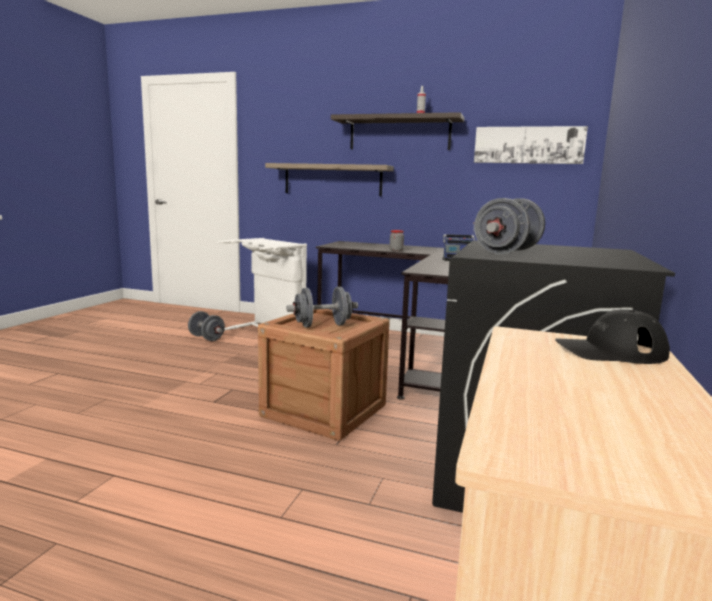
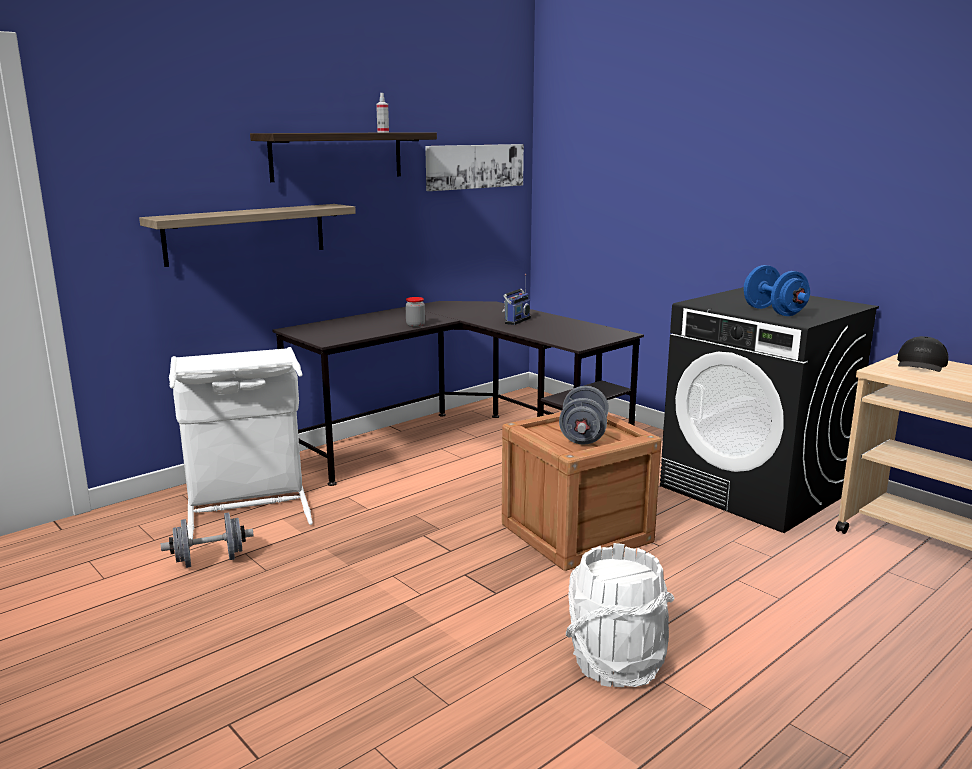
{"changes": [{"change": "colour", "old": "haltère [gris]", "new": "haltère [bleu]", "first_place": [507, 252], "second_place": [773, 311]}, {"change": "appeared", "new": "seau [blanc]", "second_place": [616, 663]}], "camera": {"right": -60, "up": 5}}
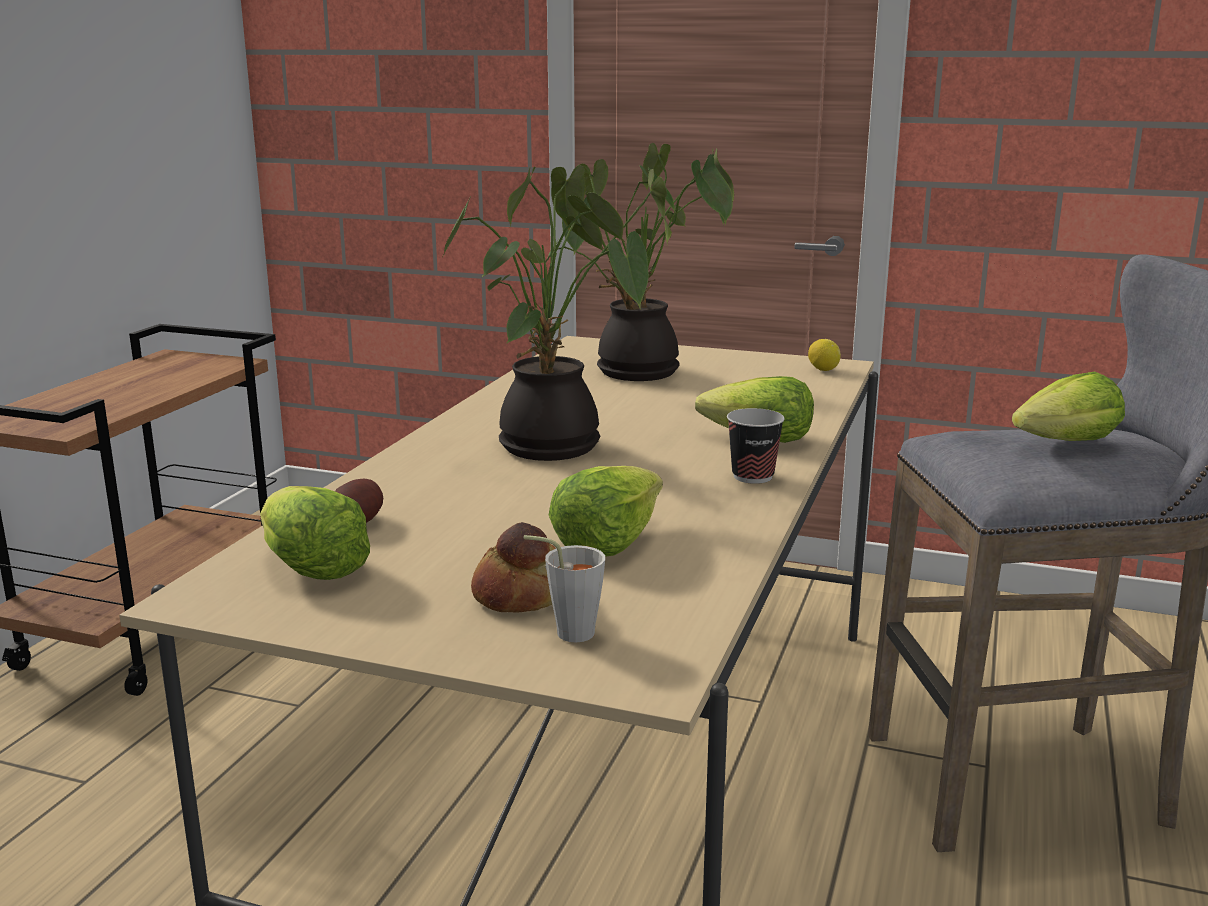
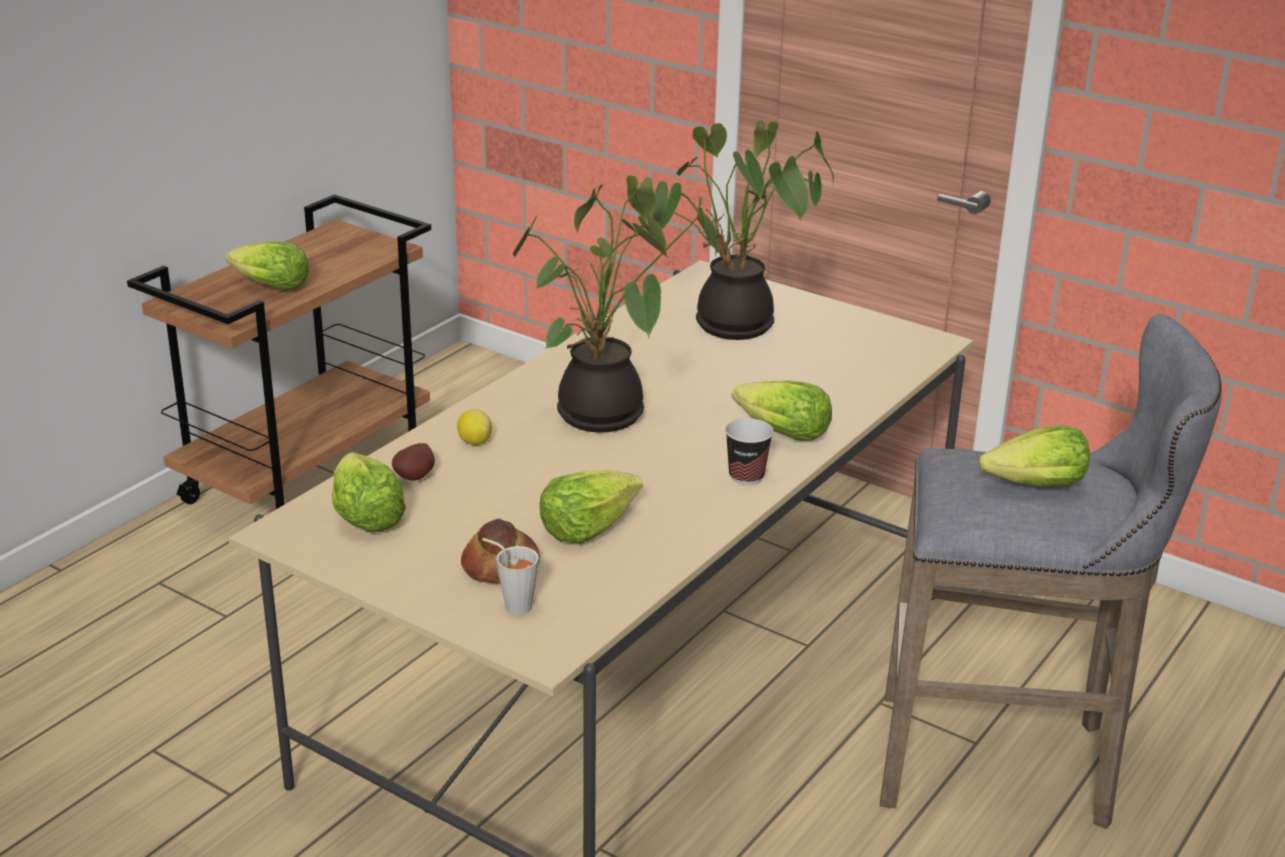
{"changes": [{"change": "relocated", "old": "citron", "first_place": [822, 370], "second_place": [474, 441]}, {"change": "appeared", "new": "laitue", "second_place": [270, 286]}], "camera": {"right": 15, "up": 10}}
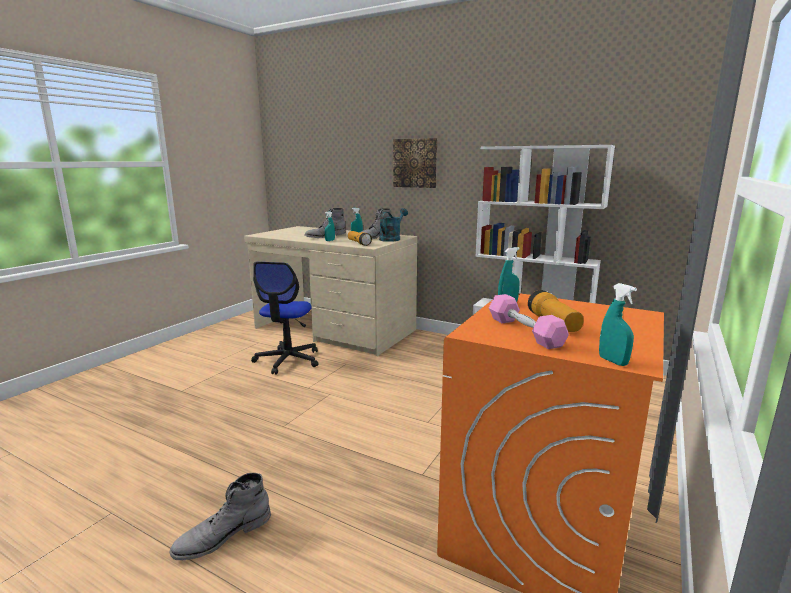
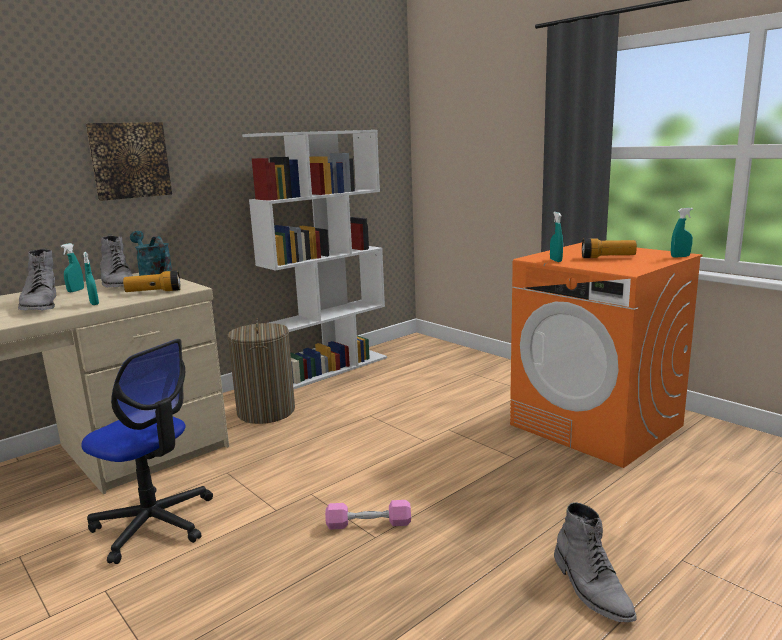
{"changes": [{"change": "relocated", "old": "haltère [rose]", "first_place": [524, 332], "second_place": [368, 524]}, {"change": "appeared", "new": "panier à linge", "second_place": [266, 411]}], "camera": {"right": -70, "up": 0}}
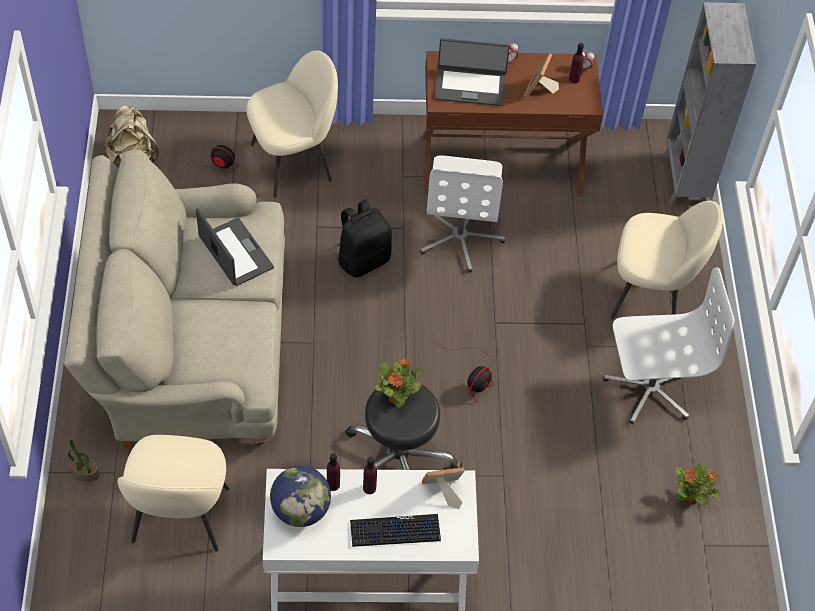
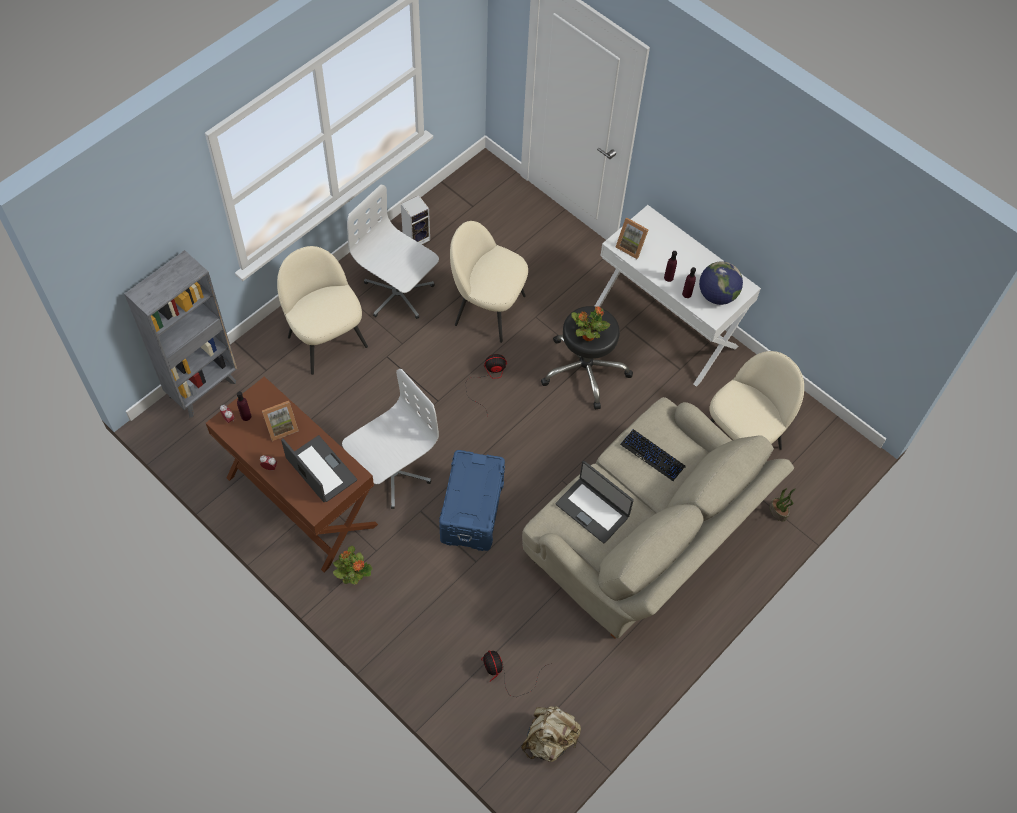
{"changes": [{"change": "relocated", "old": "chaise [beige]", "first_place": [294, 162], "second_place": [488, 309]}, {"change": "exchanged", "old": "sac à dos [noir]", "new": "boîte de rangement [bleu]", "first_place": [363, 259], "second_place": [471, 510]}, {"change": "spun", "old": "ordinateur portable", "first_place": [235, 253], "second_place": [592, 510], "degrees": -60}, {"change": "relocated", "old": "plante en pot", "first_place": [691, 497], "second_place": [354, 576]}, {"change": "relocated", "old": "clavier", "first_place": [395, 531], "second_place": [653, 455]}, {"change": "appeared", "new": "enceinte", "second_place": [417, 237]}], "camera": {"right": -135, "up": 5}}
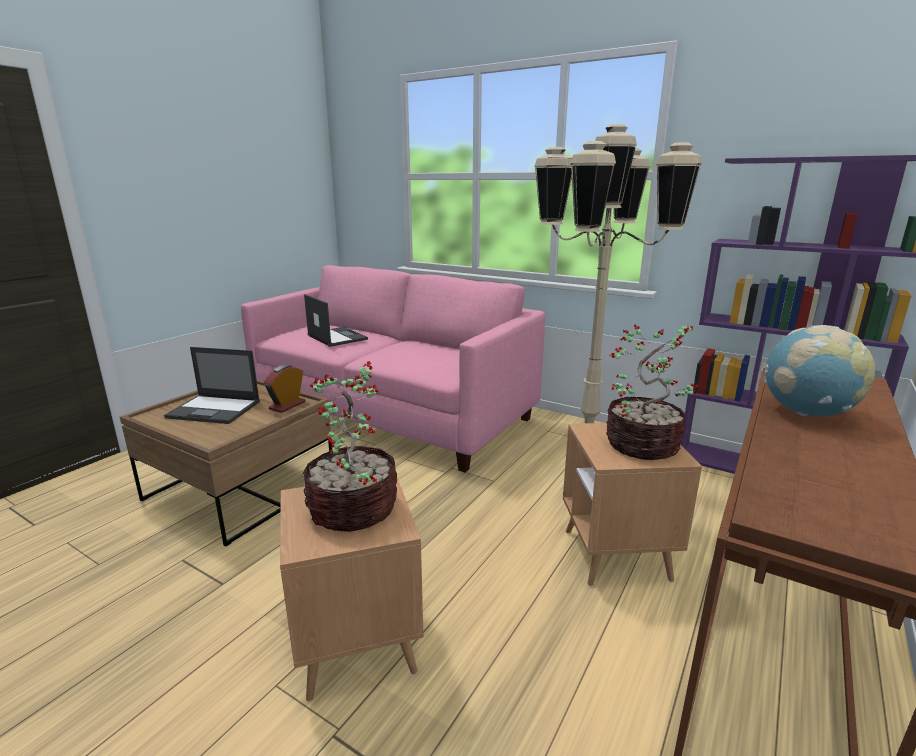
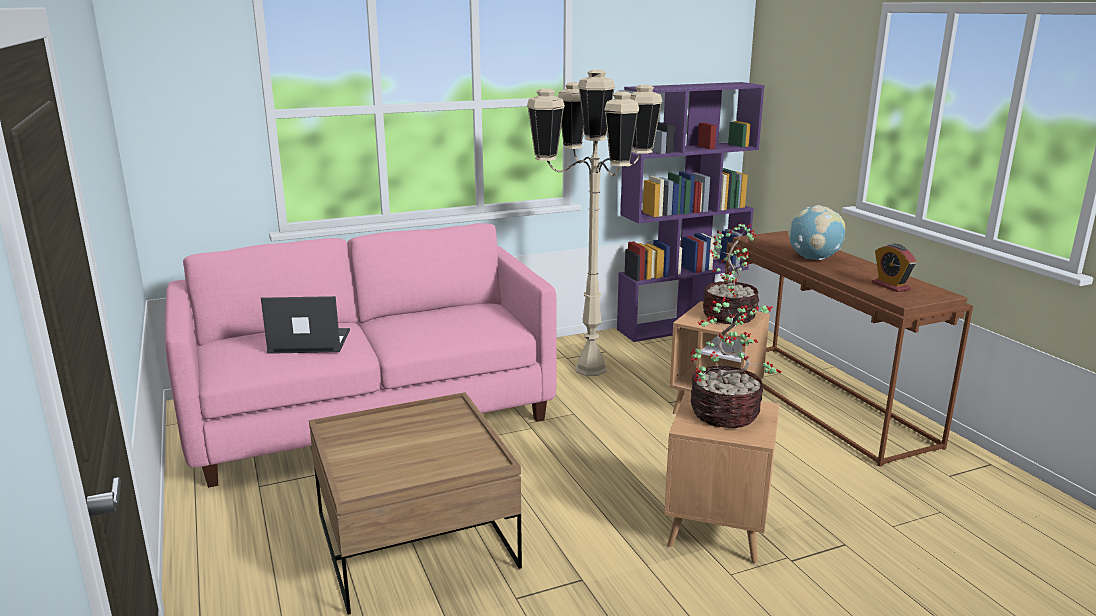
{"changes": [{"change": "missing", "old": "ordinateur portable", "first_place": [215, 409]}, {"change": "relocated", "old": "réveil", "first_place": [287, 405], "second_place": [890, 286]}], "camera": {"right": -55, "up": 0}}
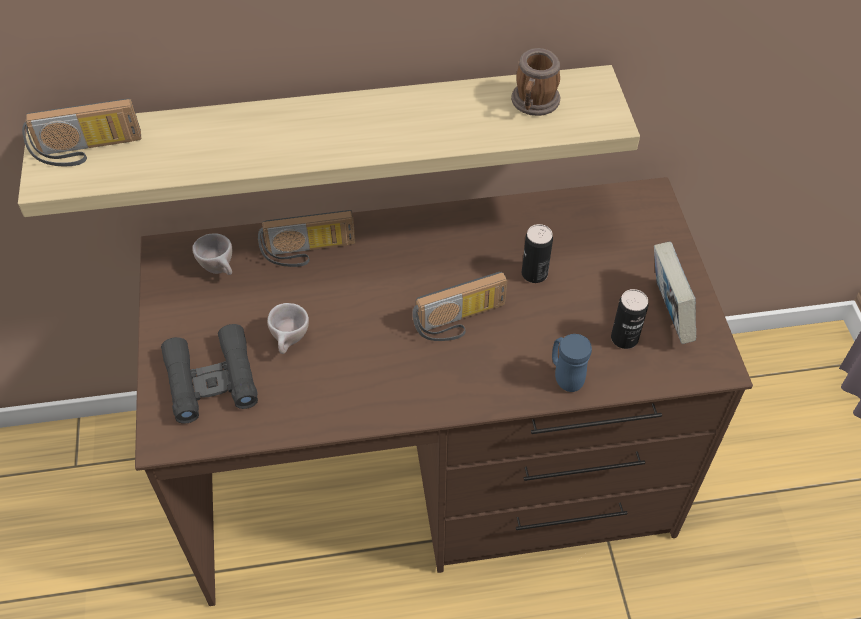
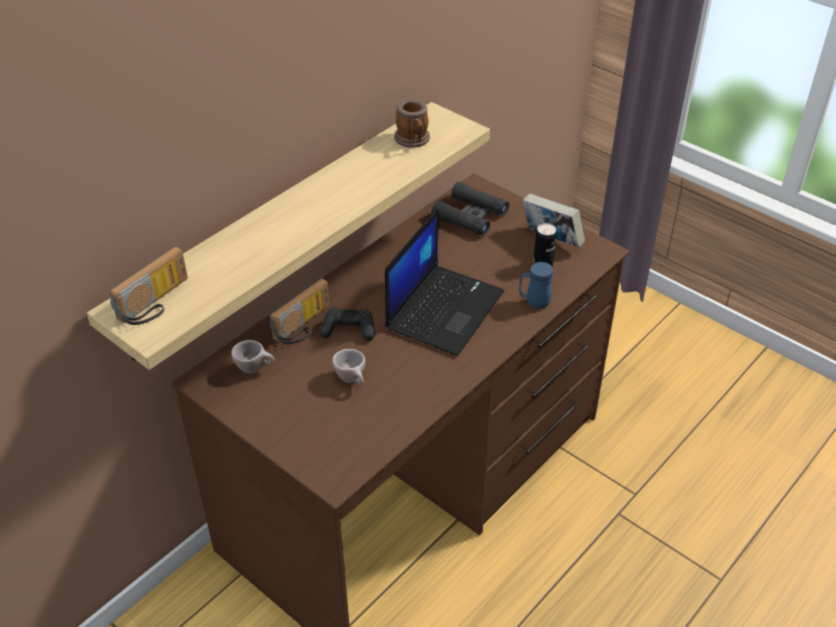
{"changes": [{"change": "missing", "old": "boîte métallique", "first_place": [534, 274]}, {"change": "exchanged", "old": "radio", "new": "ordinateur portable", "first_place": [461, 322], "second_place": [444, 309]}, {"change": "relocated", "old": "jumelles [noir]", "first_place": [211, 380], "second_place": [470, 215]}, {"change": "appeared", "new": "manette [noir]", "second_place": [348, 330]}], "camera": {"right": -40, "up": -10}}
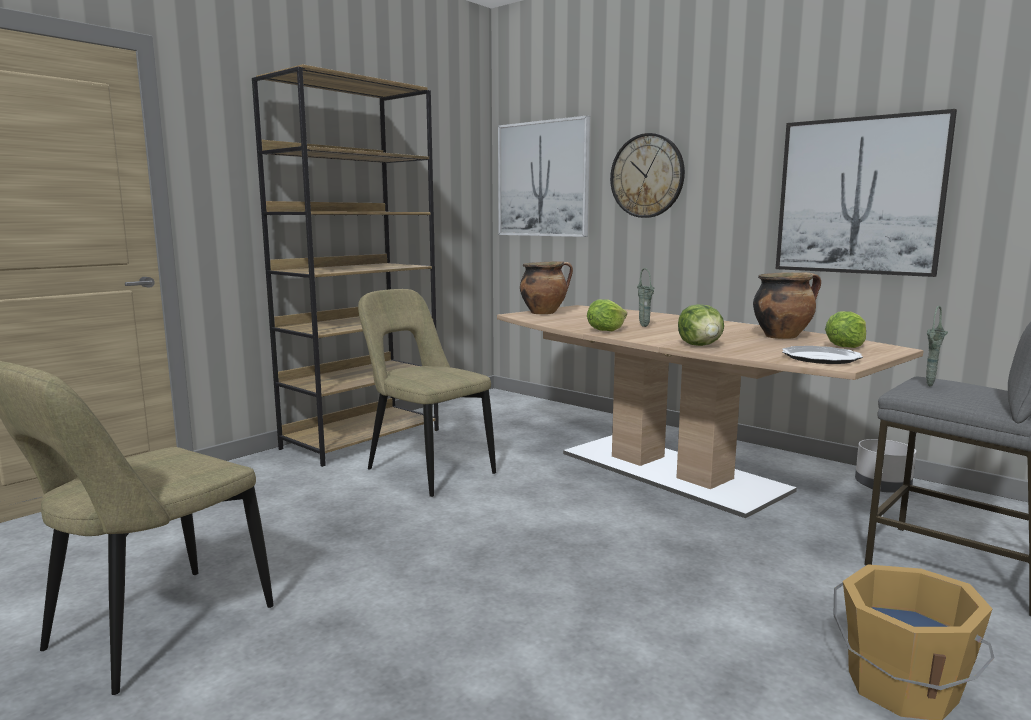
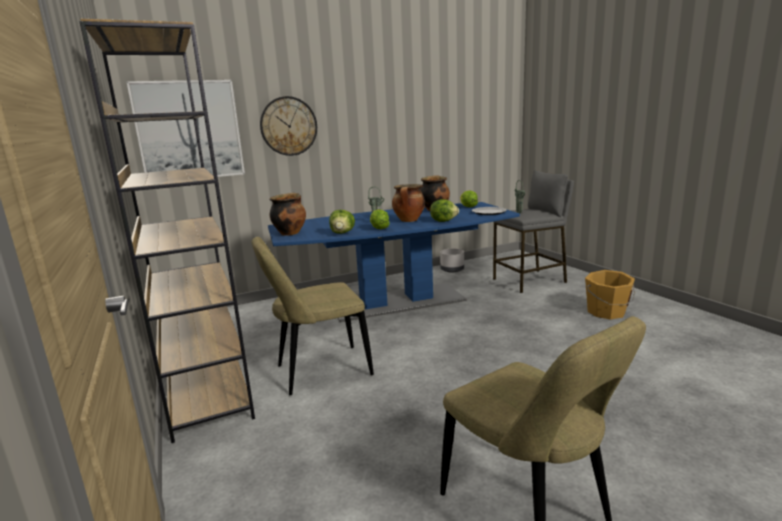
{"changes": [{"change": "missing", "old": "tableau", "first_place": [859, 196]}, {"change": "colour", "old": "table à manger [marron]", "new": "table à manger [bleu]", "first_place": [670, 471], "second_place": [396, 301]}, {"change": "appeared", "new": "marmite", "second_place": [409, 220]}, {"change": "appeared", "new": "laitue", "second_place": [342, 233]}], "camera": {"right": -65, "up": 5}}
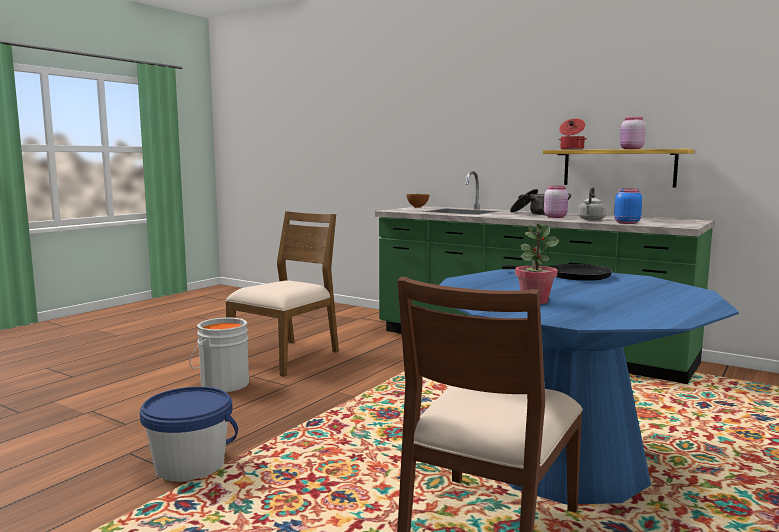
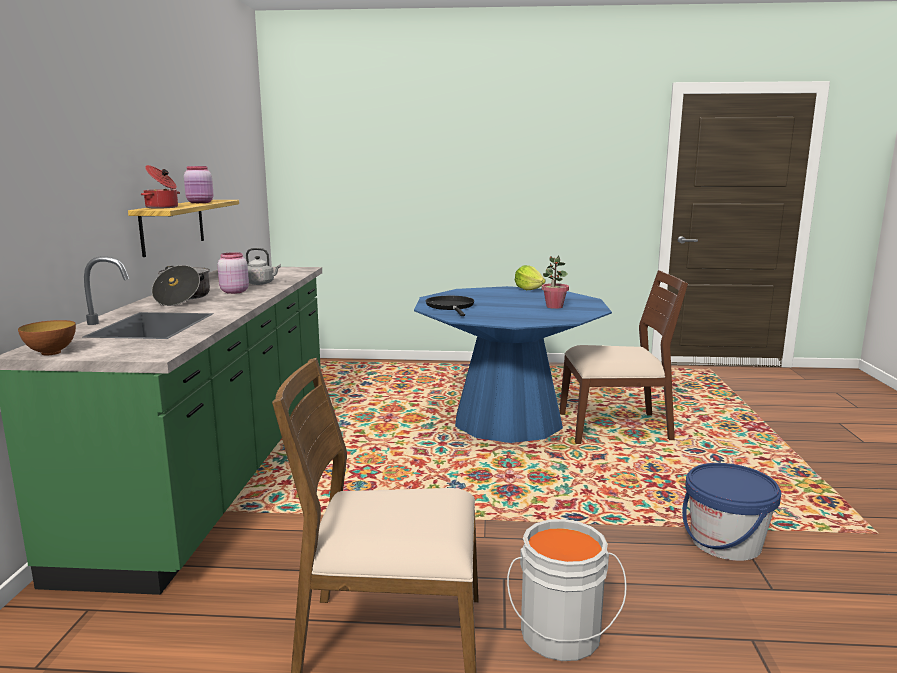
{"changes": [{"change": "missing", "old": "bocal [bleu]", "first_place": [626, 223]}, {"change": "appeared", "new": "laitue", "second_place": [529, 289]}], "camera": {"right": -120, "up": 5}}
